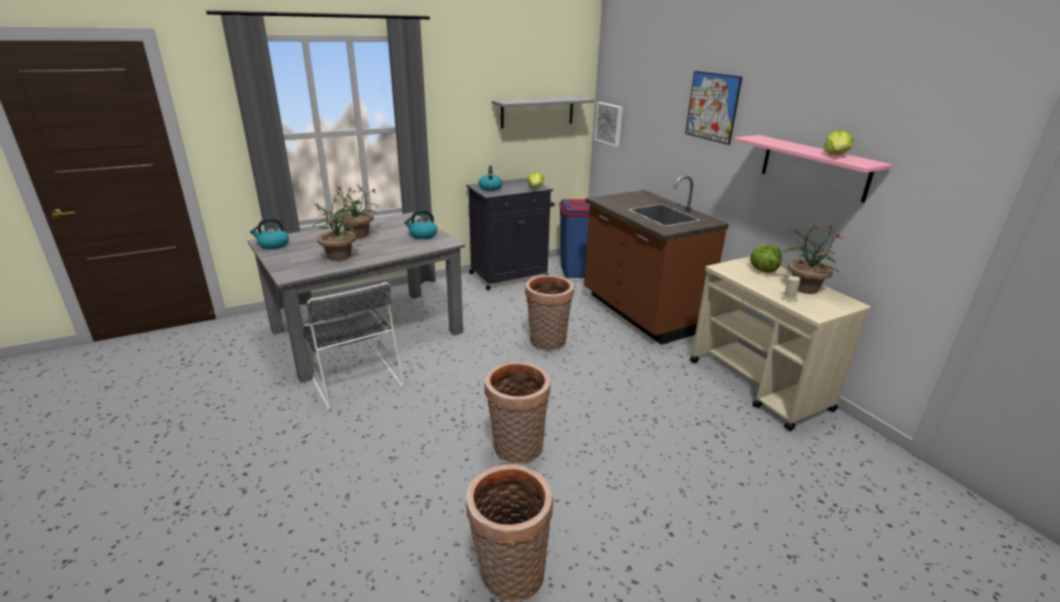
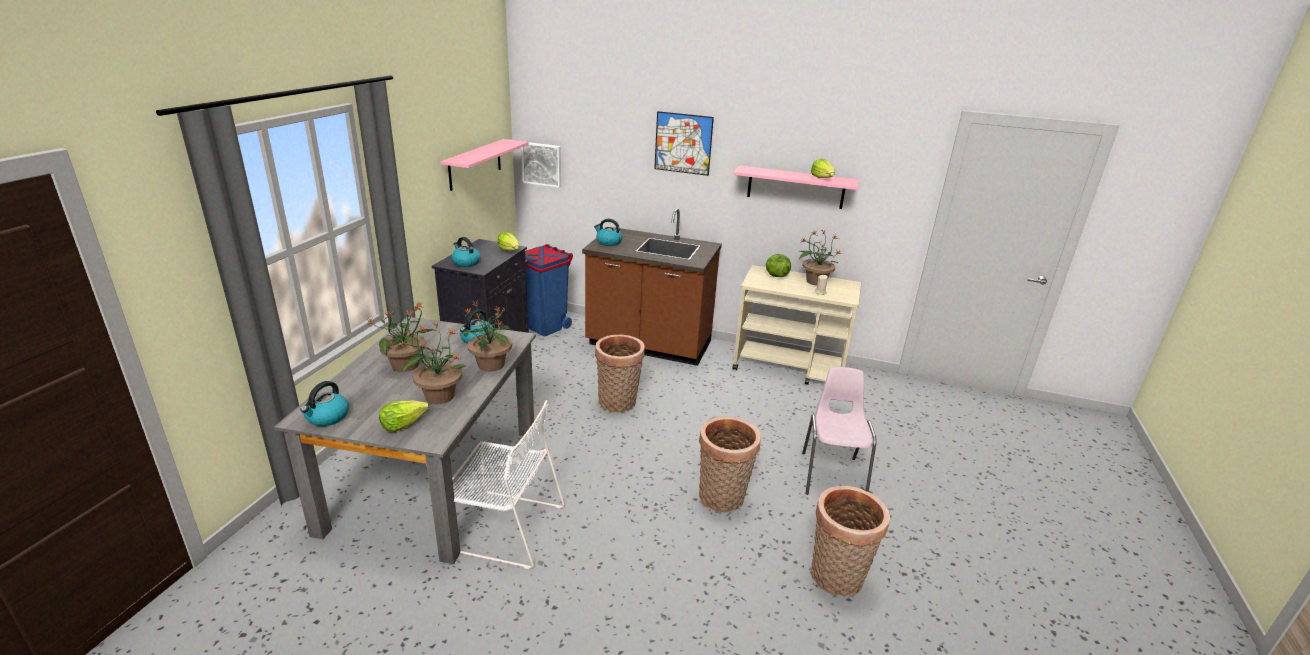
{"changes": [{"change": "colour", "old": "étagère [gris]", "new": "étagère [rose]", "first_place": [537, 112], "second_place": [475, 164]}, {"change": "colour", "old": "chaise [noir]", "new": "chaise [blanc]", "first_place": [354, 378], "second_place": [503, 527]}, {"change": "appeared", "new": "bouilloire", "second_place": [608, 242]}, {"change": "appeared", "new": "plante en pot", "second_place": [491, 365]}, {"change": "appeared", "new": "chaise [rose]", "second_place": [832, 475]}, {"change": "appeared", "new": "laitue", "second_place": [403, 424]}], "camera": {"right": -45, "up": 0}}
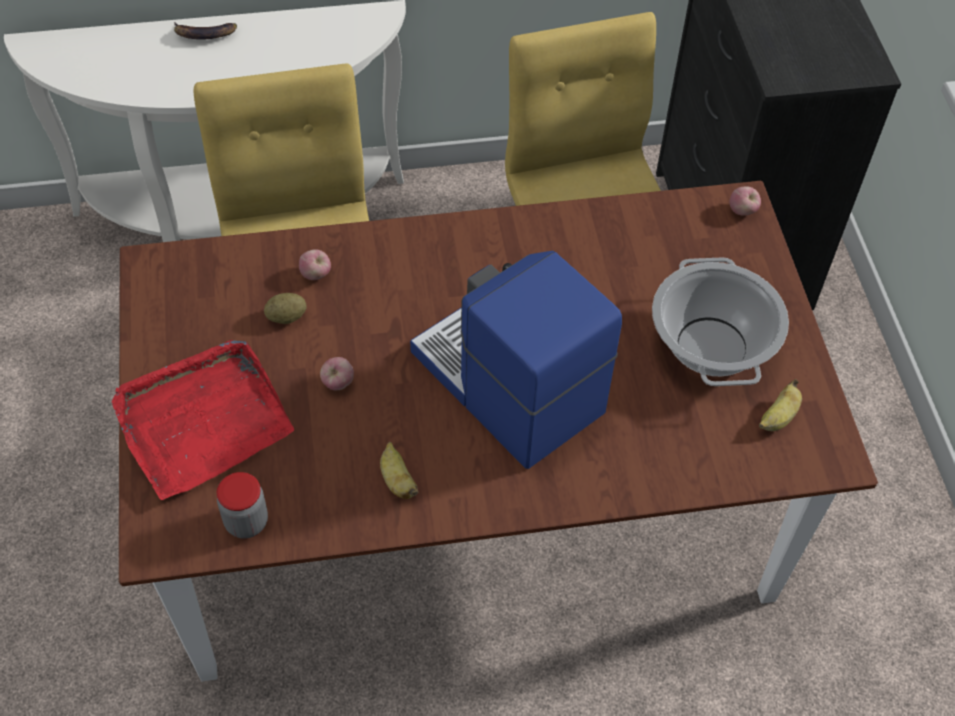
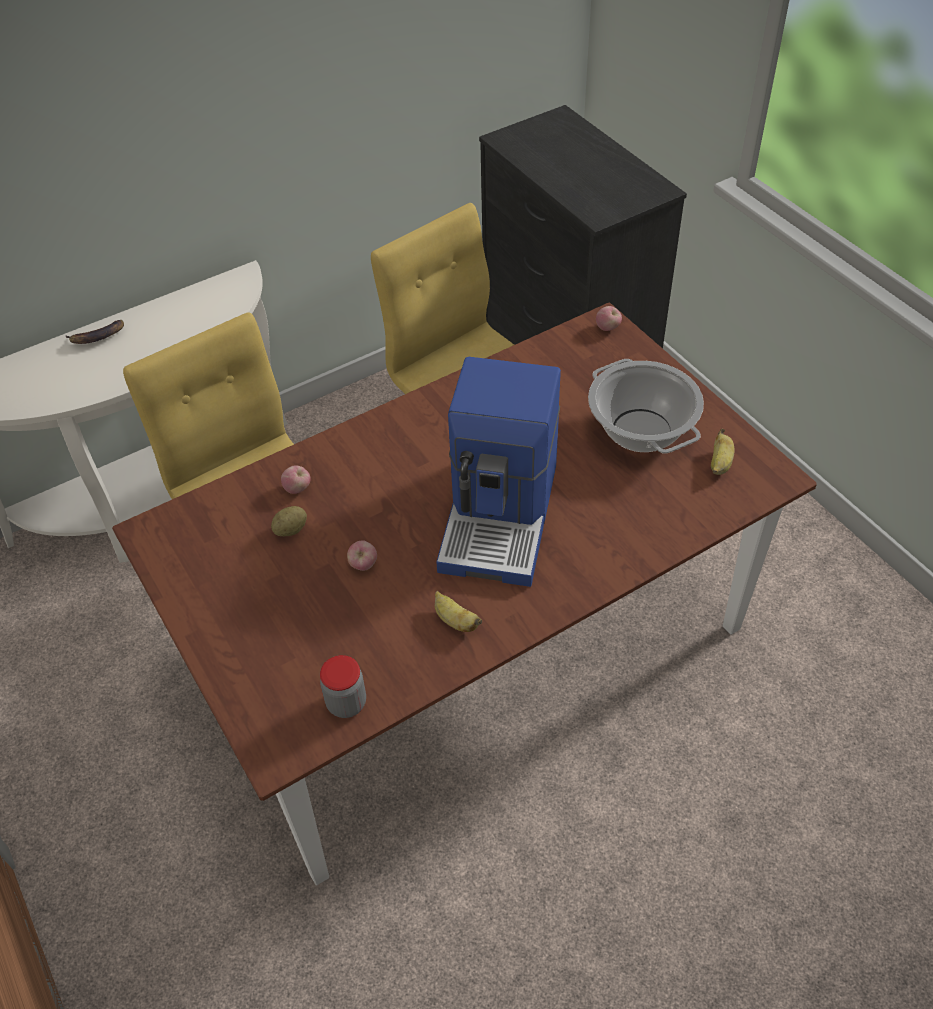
{"changes": [{"change": "spun", "old": "machine à café", "first_place": [506, 385], "second_place": [501, 516], "degrees": -105}, {"change": "missing", "old": "plateau [rouge]", "first_place": [202, 421]}], "camera": {"right": -20, "up": -5}}
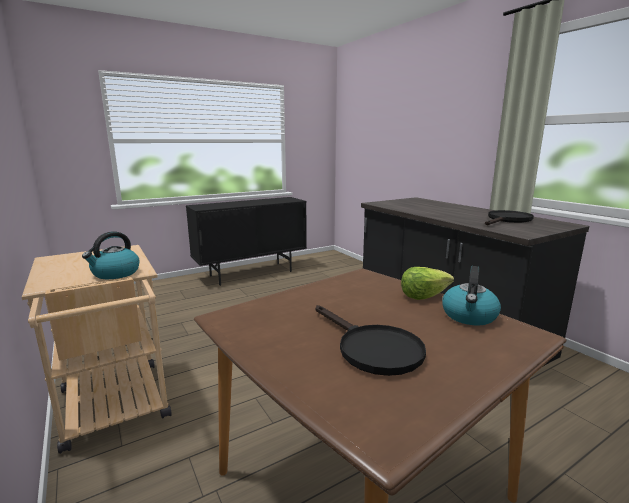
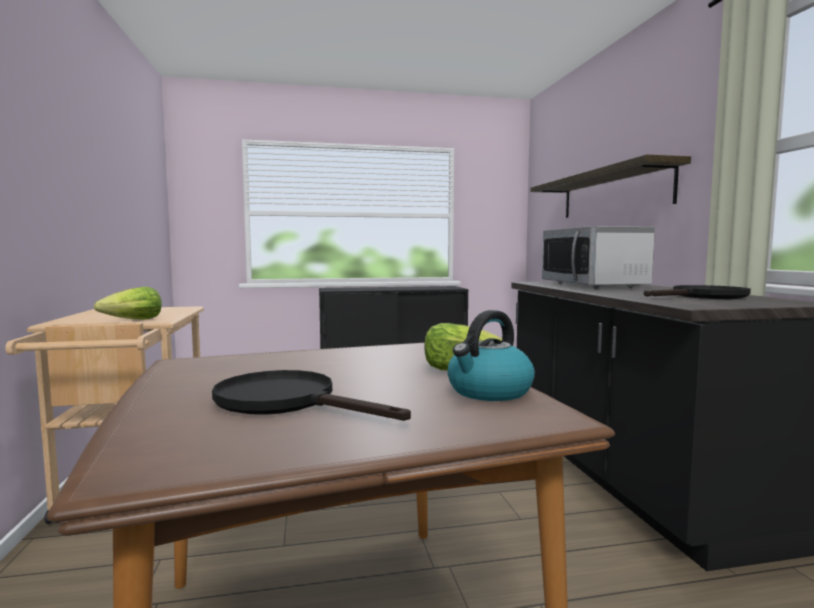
{"changes": [{"change": "exchanged", "old": "bouilloire", "new": "laitue", "first_place": [115, 273], "second_place": [133, 320]}, {"change": "spun", "old": "poêle [noir]", "first_place": [371, 348], "second_place": [289, 402], "degrees": 135}, {"change": "appeared", "new": "étagère", "second_place": [612, 193]}, {"change": "appeared", "new": "micro-ondes", "second_place": [593, 285]}], "camera": {"right": 20, "up": -10}}
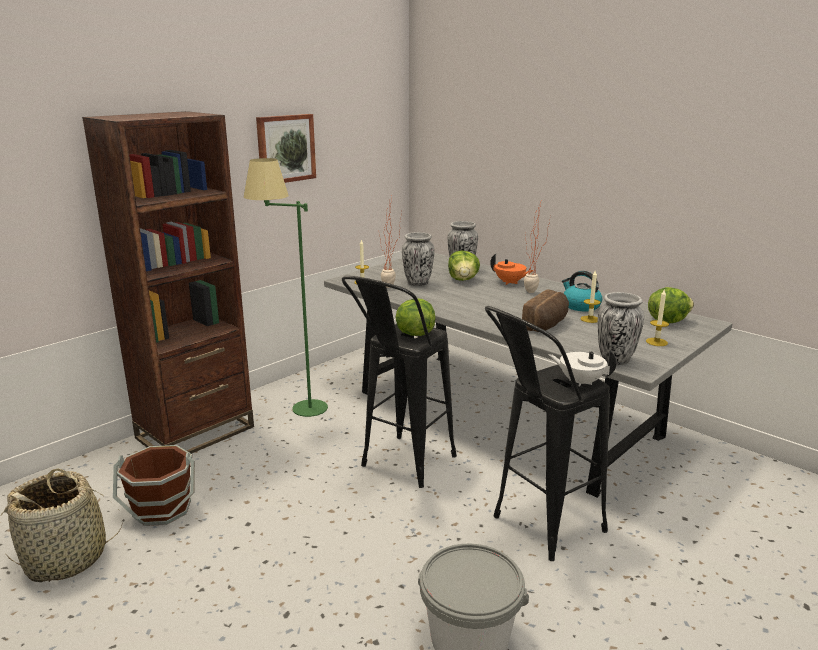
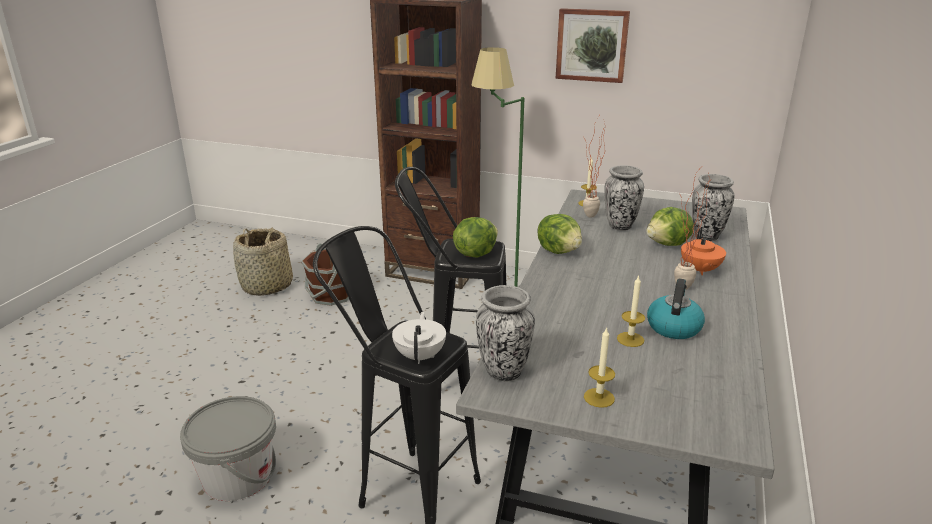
{"changes": [{"change": "relocated", "old": "laitue", "first_place": [667, 321], "second_place": [559, 251]}, {"change": "missing", "old": "pain", "first_place": [547, 324]}], "camera": {"right": 65, "up": 5}}
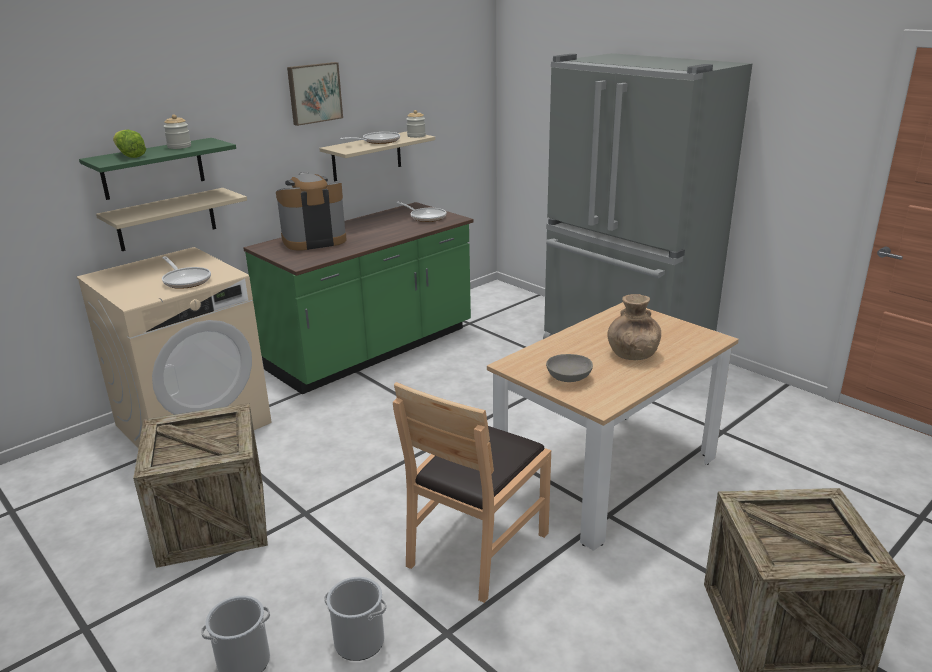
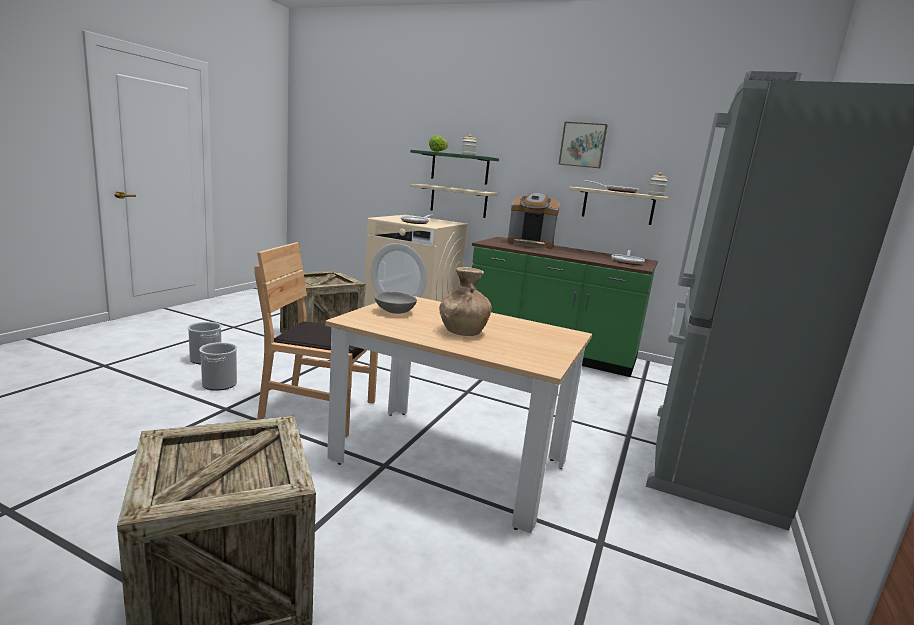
{"changes": [{"change": "spun", "old": "machine à café", "first_place": [314, 240], "second_place": [530, 244], "degrees": 150}], "camera": {"right": 65, "up": -10}}
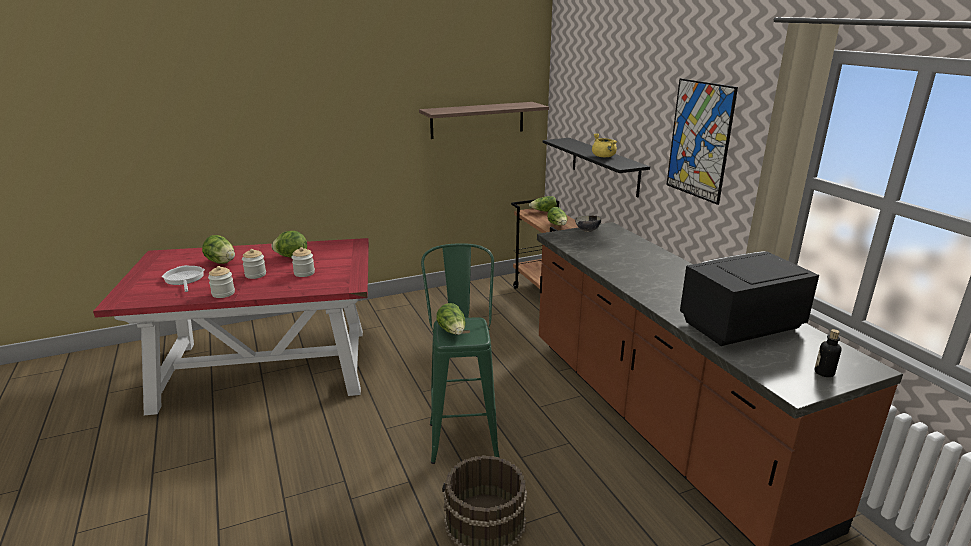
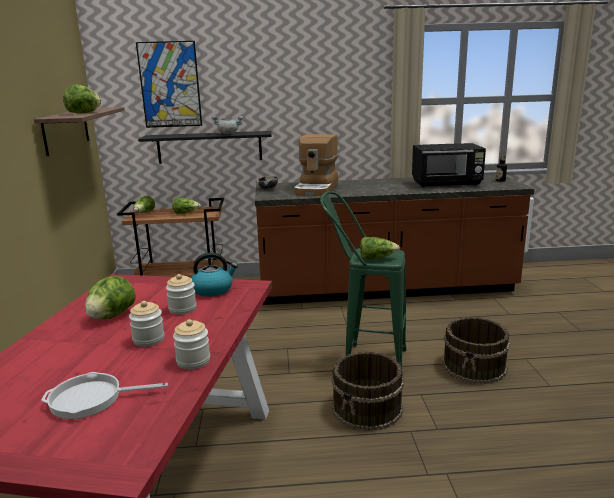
{"changes": [{"change": "relocated", "old": "tableau", "first_place": [699, 140], "second_place": [170, 85]}, {"change": "colour", "old": "marmite [jaune]", "new": "marmite [gris]", "first_place": [604, 156], "second_place": [228, 133]}, {"change": "relocated", "old": "laitue", "first_place": [221, 262], "second_place": [84, 113]}, {"change": "spun", "old": "micro-ondes [noir]", "first_place": [738, 326], "second_place": [447, 183], "degrees": -90}, {"change": "appeared", "new": "machine à café", "second_place": [317, 188]}, {"change": "appeared", "new": "bouilloire", "second_place": [213, 290]}, {"change": "appeared", "new": "seau [marron]", "second_place": [367, 408]}], "camera": {"right": -70, "up": -5}}
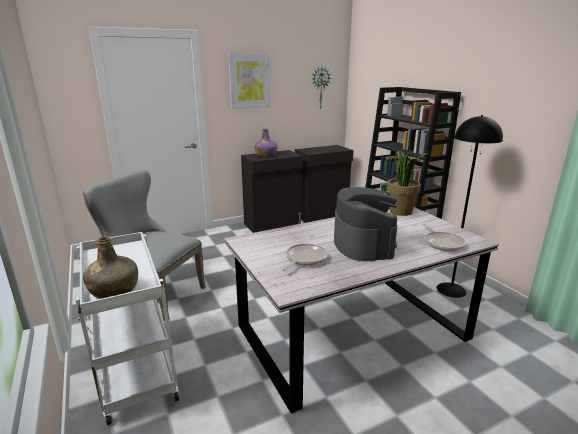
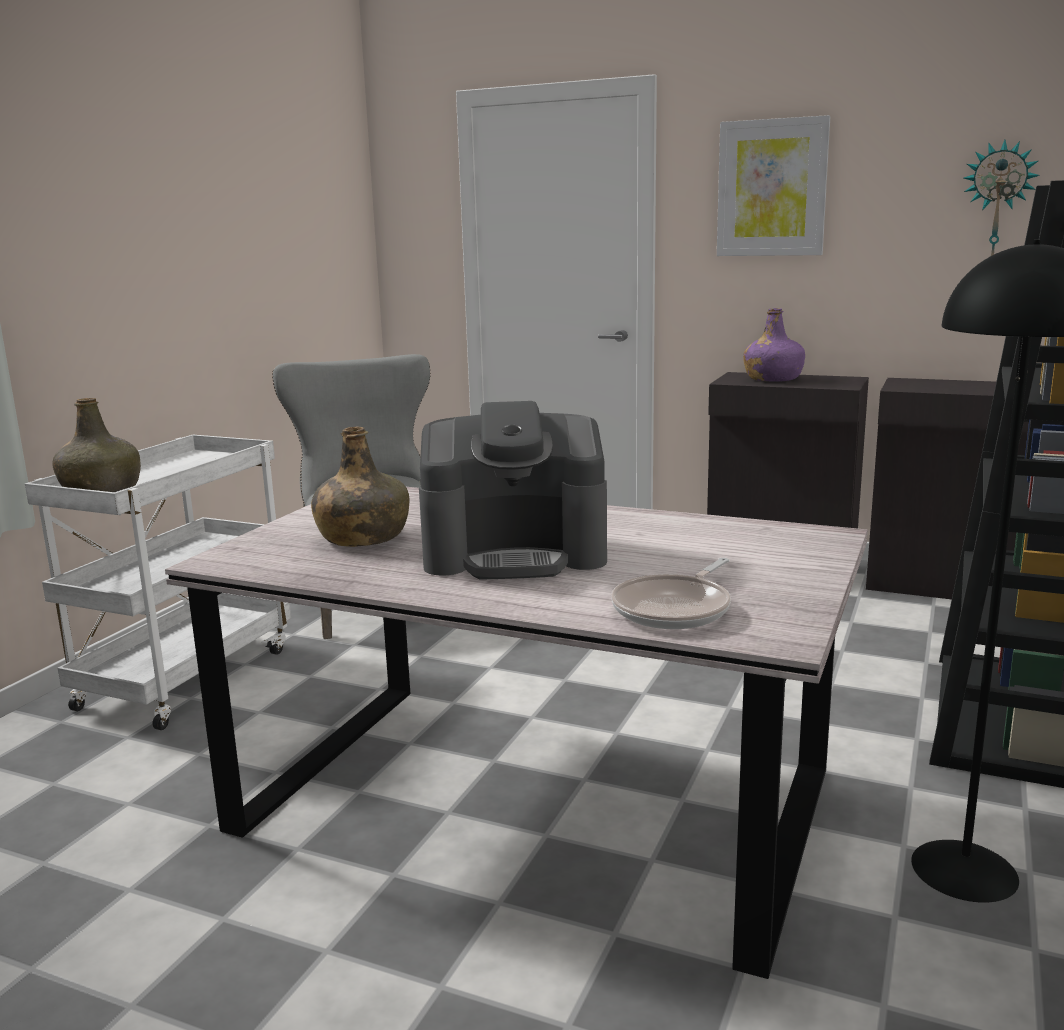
{"changes": [{"change": "missing", "old": "plante en pot", "first_place": [401, 211]}, {"change": "spun", "old": "machine à café", "first_place": [363, 244], "second_place": [515, 553], "degrees": 45}, {"change": "exchanged", "old": "poêle", "new": "bouteille [vert]", "first_place": [304, 259], "second_place": [362, 538]}], "camera": {"right": 50, "up": -5}}
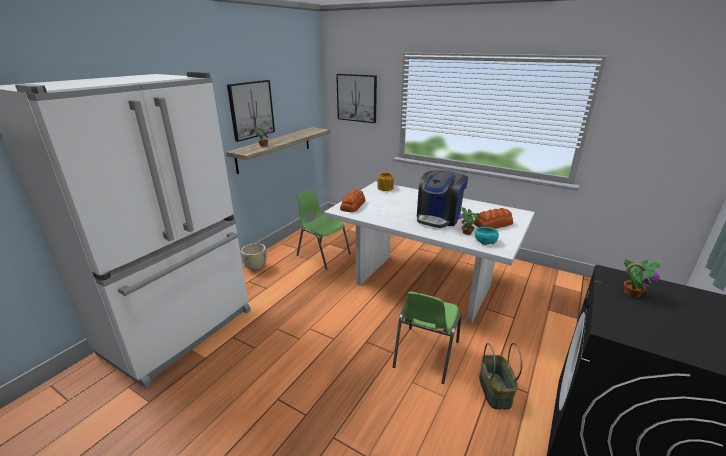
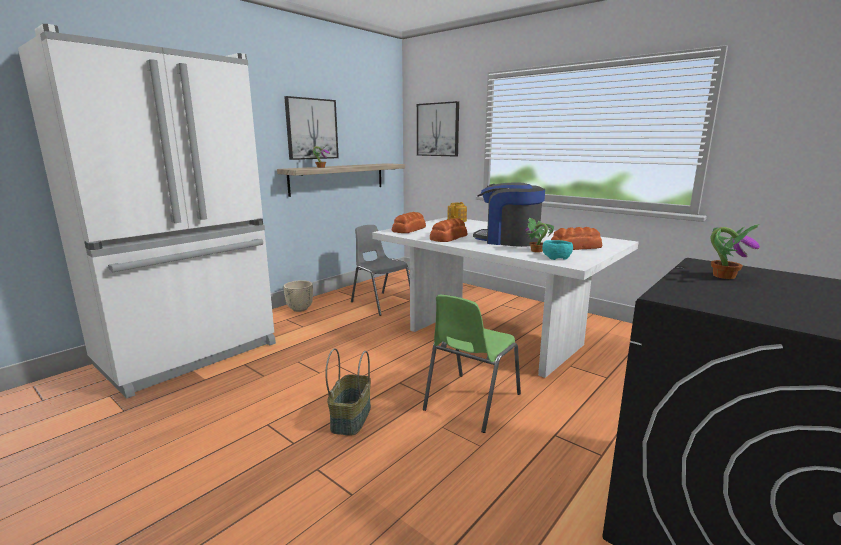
{"changes": [{"change": "spun", "old": "machine à café", "first_place": [439, 217], "second_place": [508, 240], "degrees": 75}, {"change": "colour", "old": "chaise [vert]", "new": "chaise [gris]", "first_place": [323, 254], "second_place": [381, 303]}, {"change": "relocated", "old": "panier", "first_place": [494, 390], "second_place": [350, 418]}, {"change": "appeared", "new": "pain", "second_place": [448, 238]}], "camera": {"right": 10, "up": -10}}
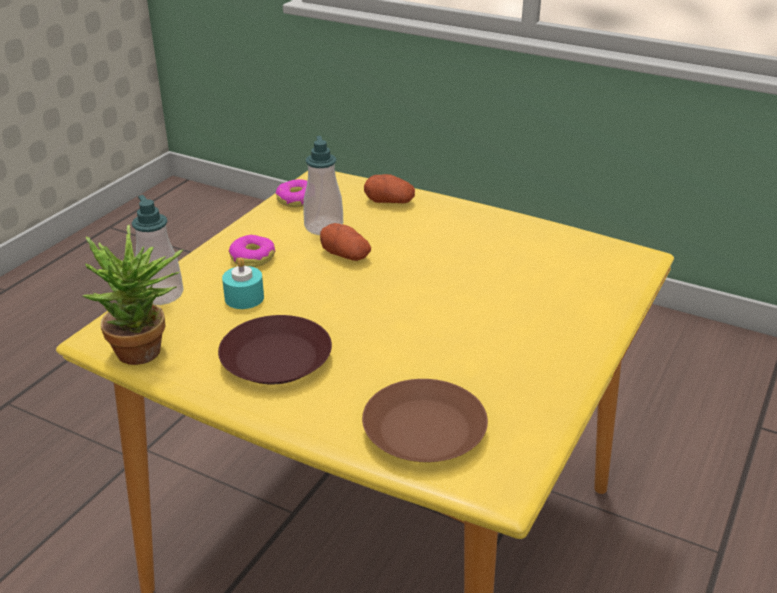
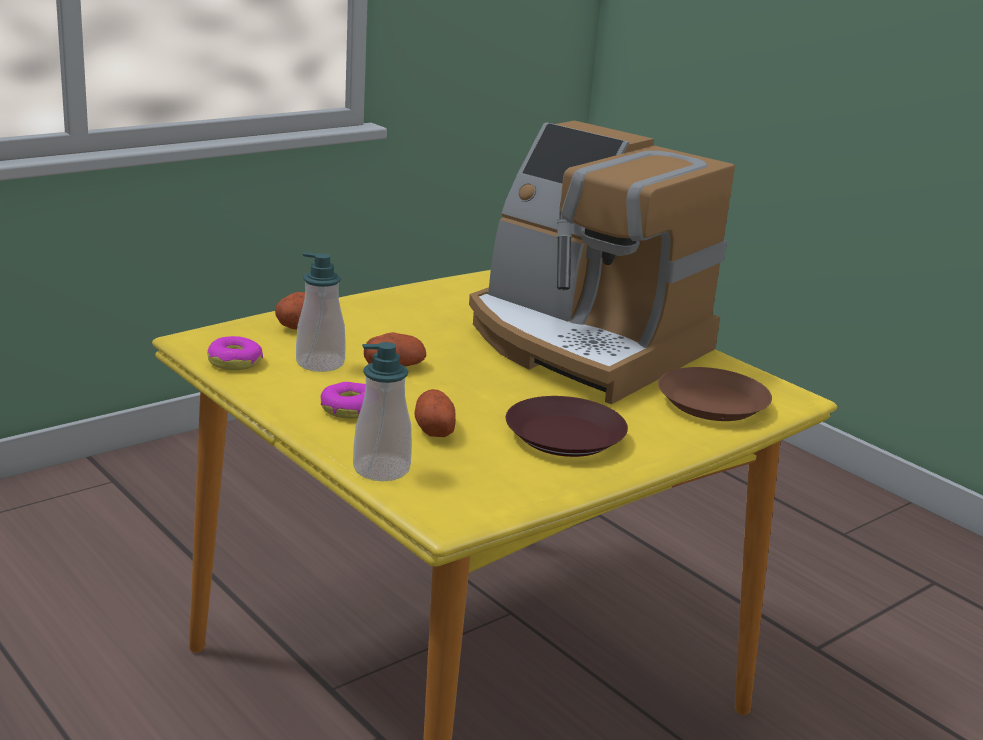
{"changes": [{"change": "missing", "old": "plante en pot", "first_place": [147, 354]}, {"change": "exchanged", "old": "bougie [turquoise]", "new": "pomme de terre", "first_place": [244, 298], "second_place": [434, 429]}, {"change": "appeared", "new": "machine à café", "second_place": [583, 344]}], "camera": {"right": -70, "up": -10}}
